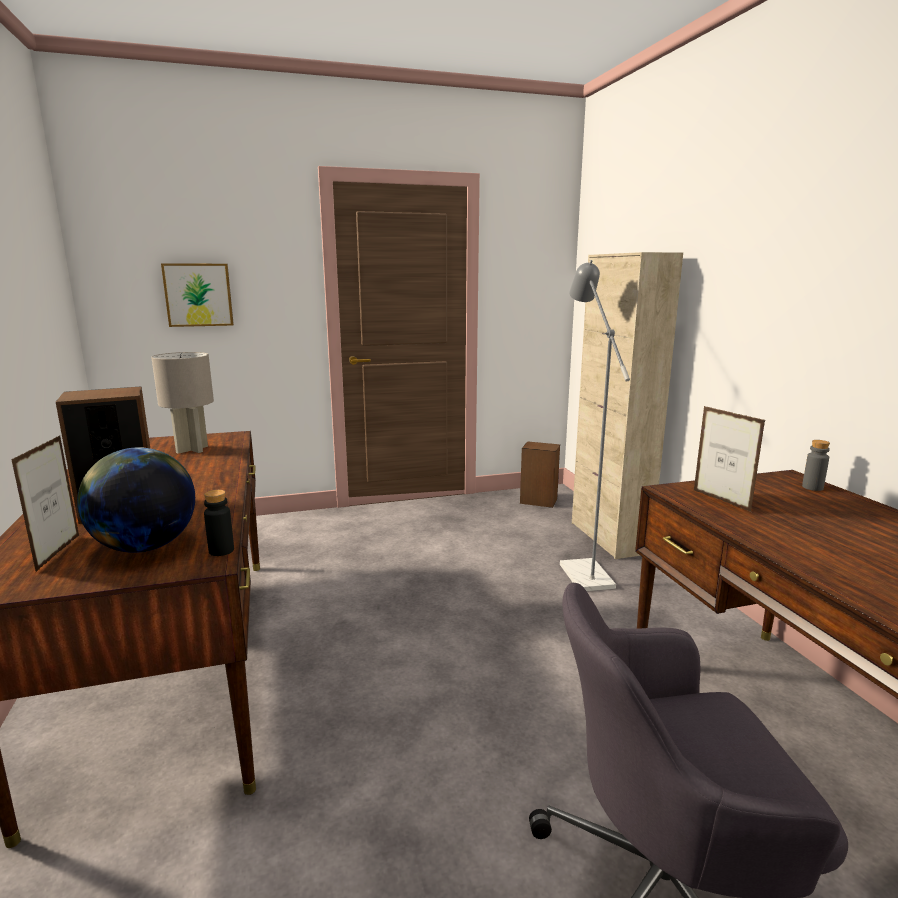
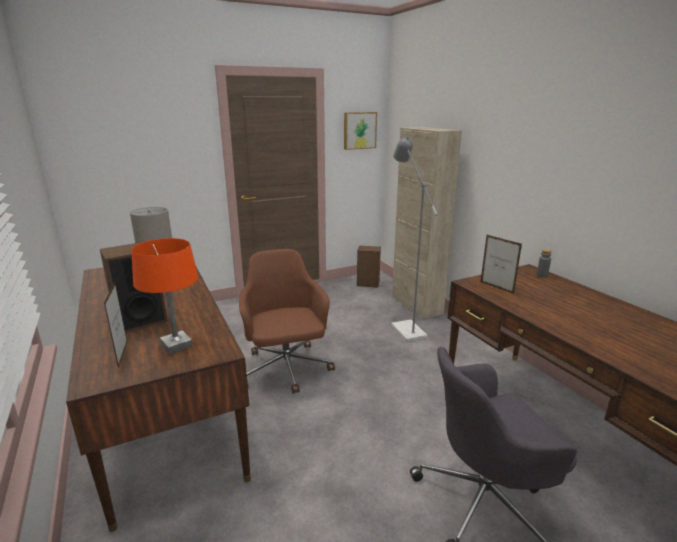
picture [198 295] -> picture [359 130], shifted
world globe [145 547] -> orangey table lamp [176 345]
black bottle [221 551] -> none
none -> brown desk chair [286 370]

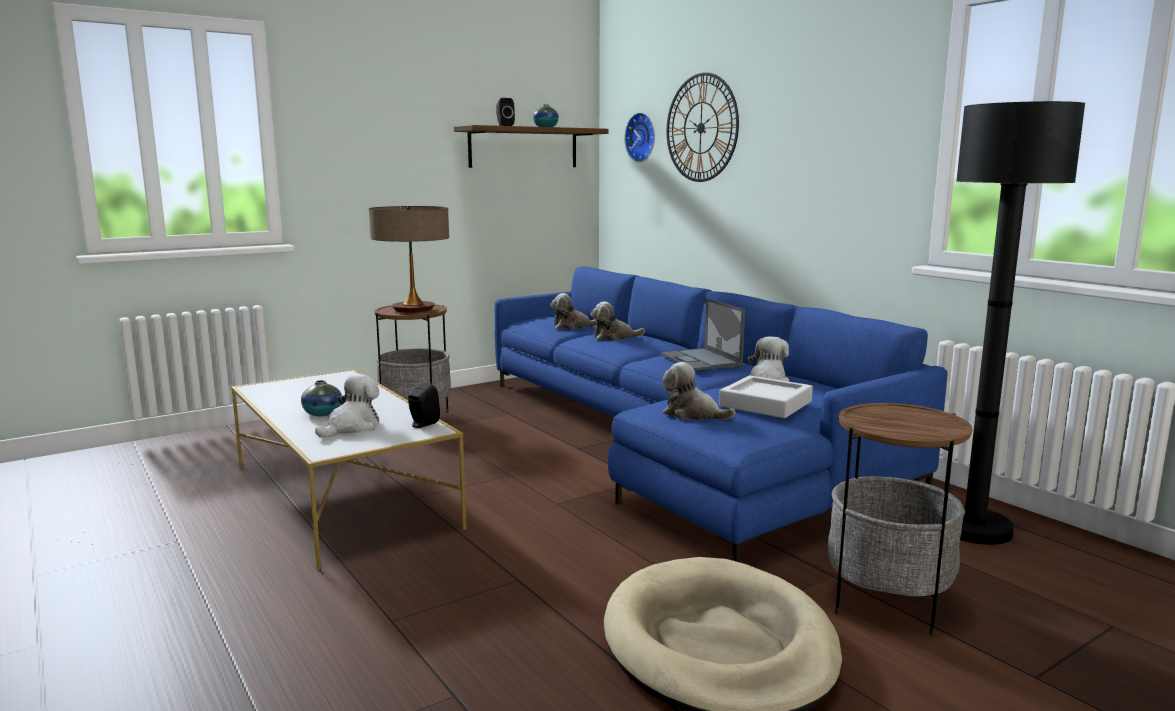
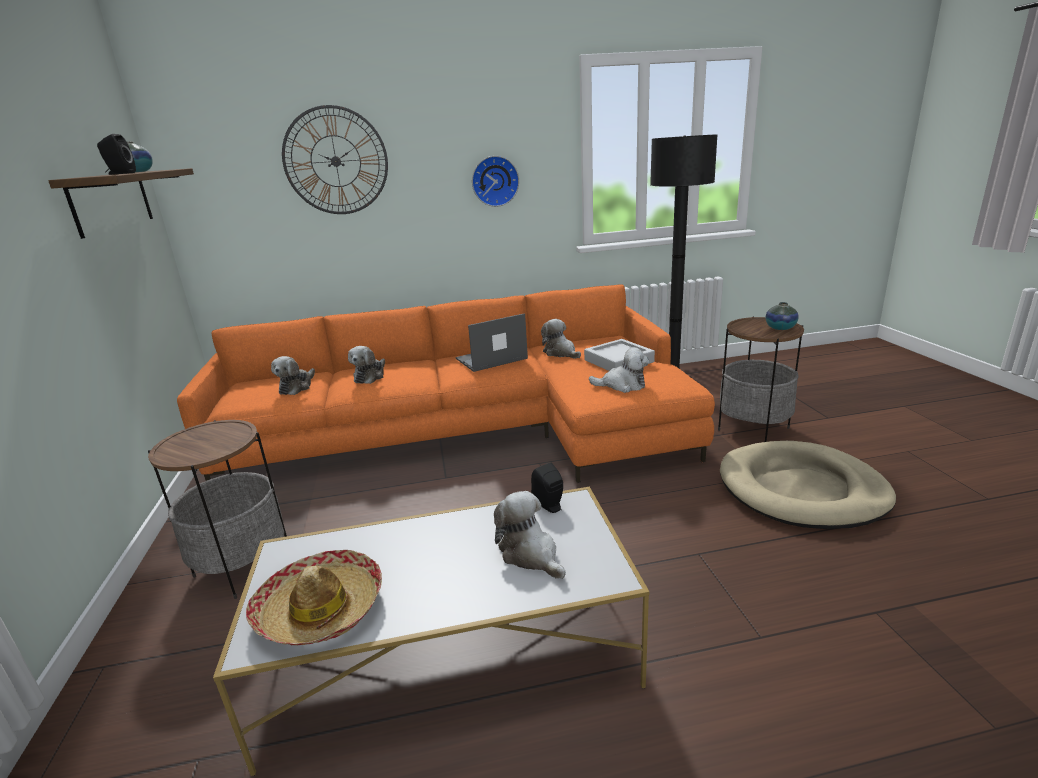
wall clock [642 137] -> wall clock [495 181], shifted
table lamp [413 309] -> none
bluish couch [676 441] -> orangey couch [472 433]
portable computer [701 360] -> portable computer [490 359], 150 degrees clockwise
soft toy [692 414] -> soft toy [622 385], 135 degrees counterclockwise
flower vase [322 414] -> flower vase [780 328], shifted
none -> wearable hat [321 608]

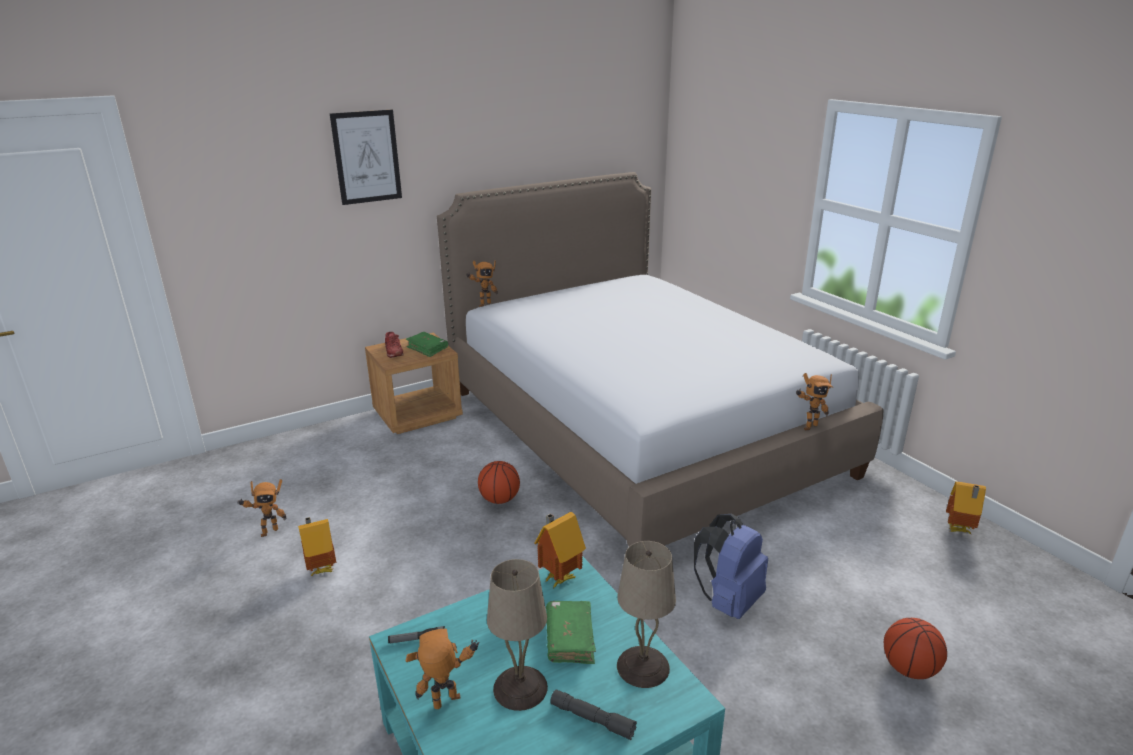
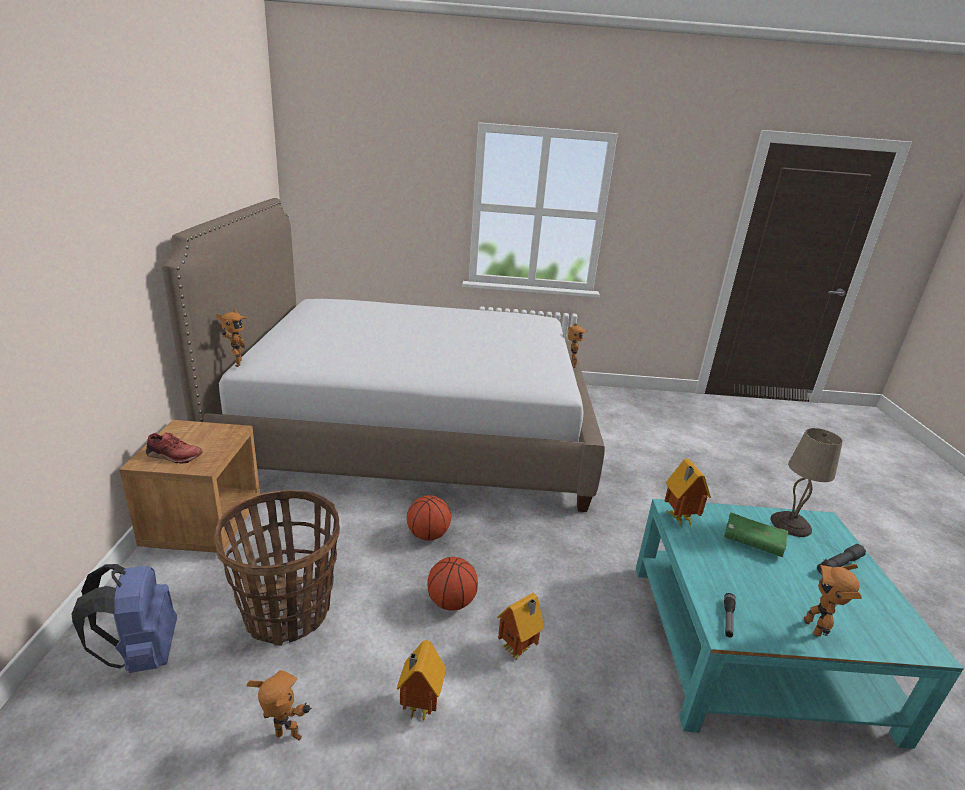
picture [367 157] -> none
green-coloured bound book [427 348] -> none
toy robot [268 531] -> toy robot [287 740], 75 degrees counterclockwise
toy house [959 530] -> toy house [518 651], shifted
bluish backpack [728 601] -> bluish backpack [142 654], shifted
beige-coloured table lamp [521 687] -> none
basketball ball [908 669] -> basketball ball [451 602], shifted
none -> basket [287 612]

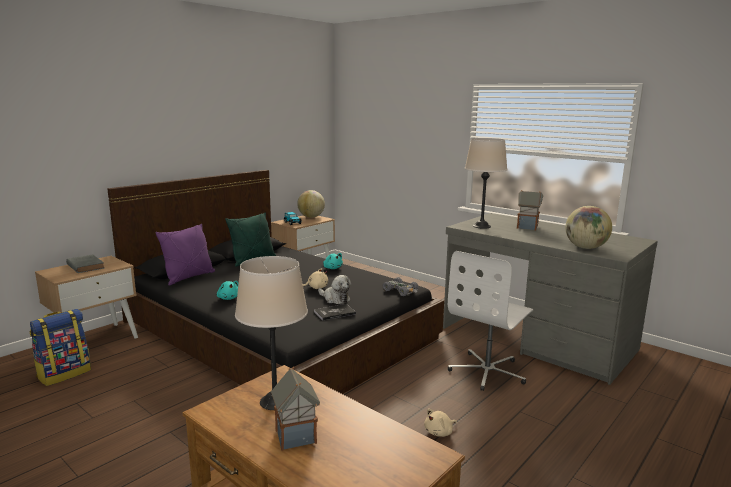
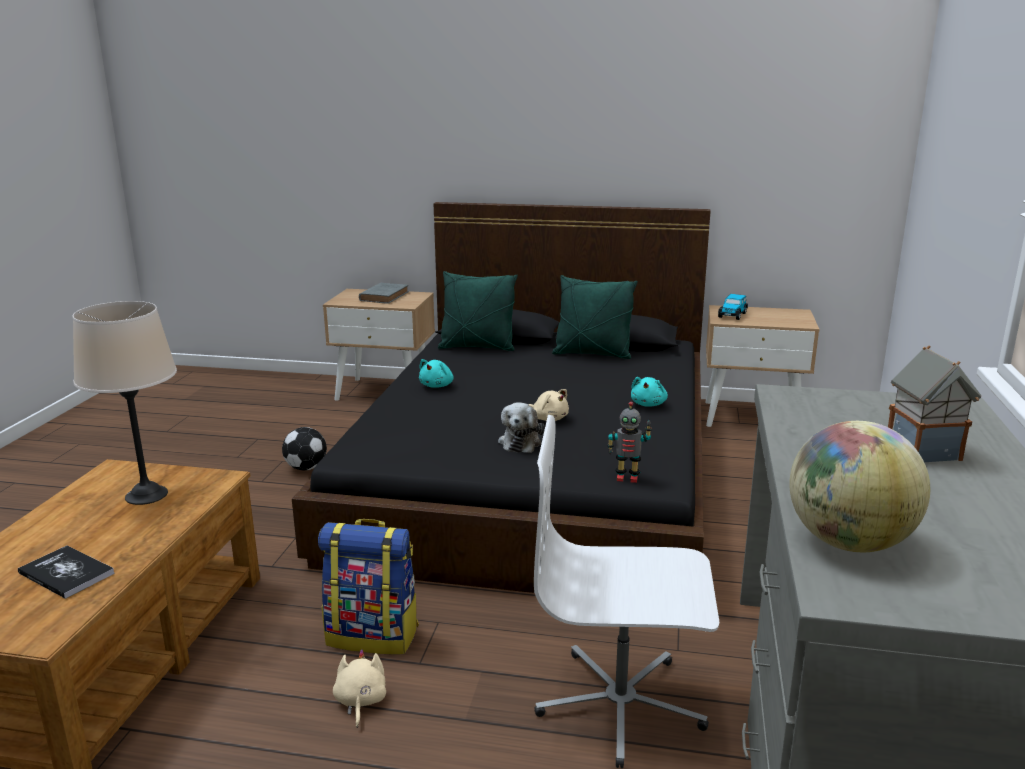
beige-coloured table lamp [481 226] -> none
world globe [311 217] -> none
purple-coloured throw pillow [189 277] -> green-coloured throw pillow [477 347]
grey miniature car [401 291] -> toy robot [627 478]
bound book [334 313] -> bound book [66 573], shifted
backpack [64 373] -> backpack [373 635], shifted
toy house [296 437] -> none
beige-coloured soft toy [439 432] -> beige-coloured soft toy [360 701], 60 degrees clockwise
none -> football [307 467]

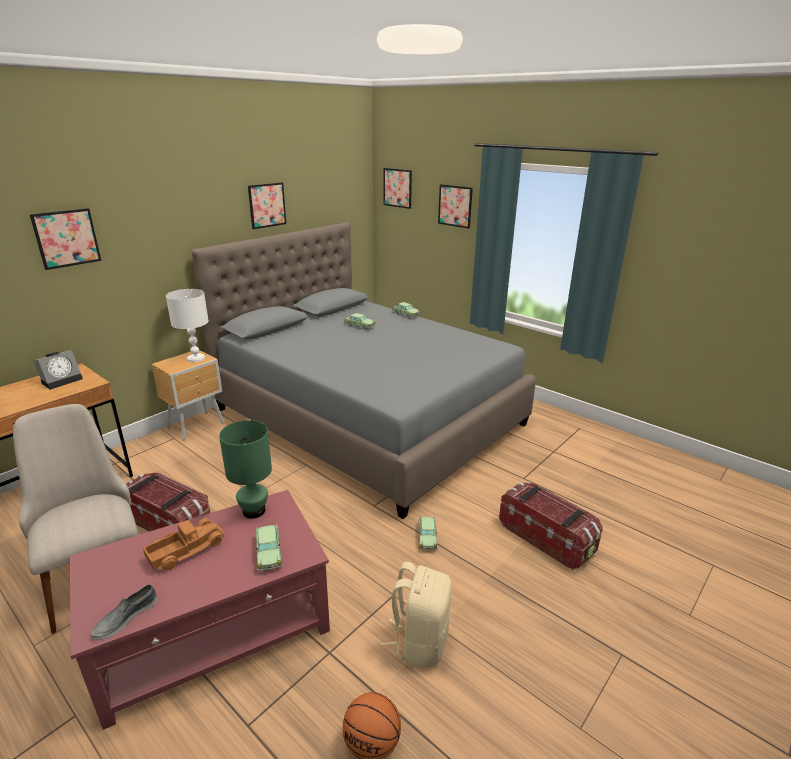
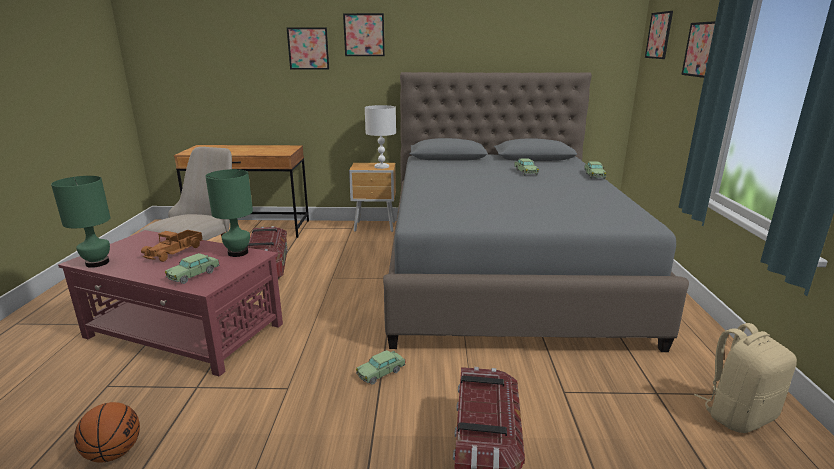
picture [267 205] -> picture [364 35], shifted
table clock [62 380] -> none
toy truck [185 549] -> toy truck [175 252], 105 degrees clockwise
beige-coloured backpack [420 641] -> beige-coloured backpack [737 414], shifted
grey item of footwear [125 617] -> green-coloured table lamp [97 263]

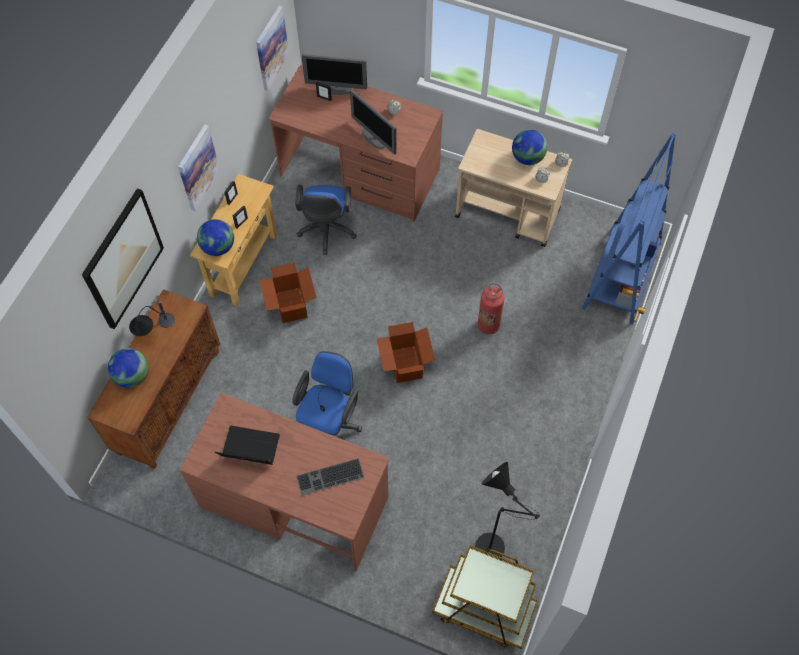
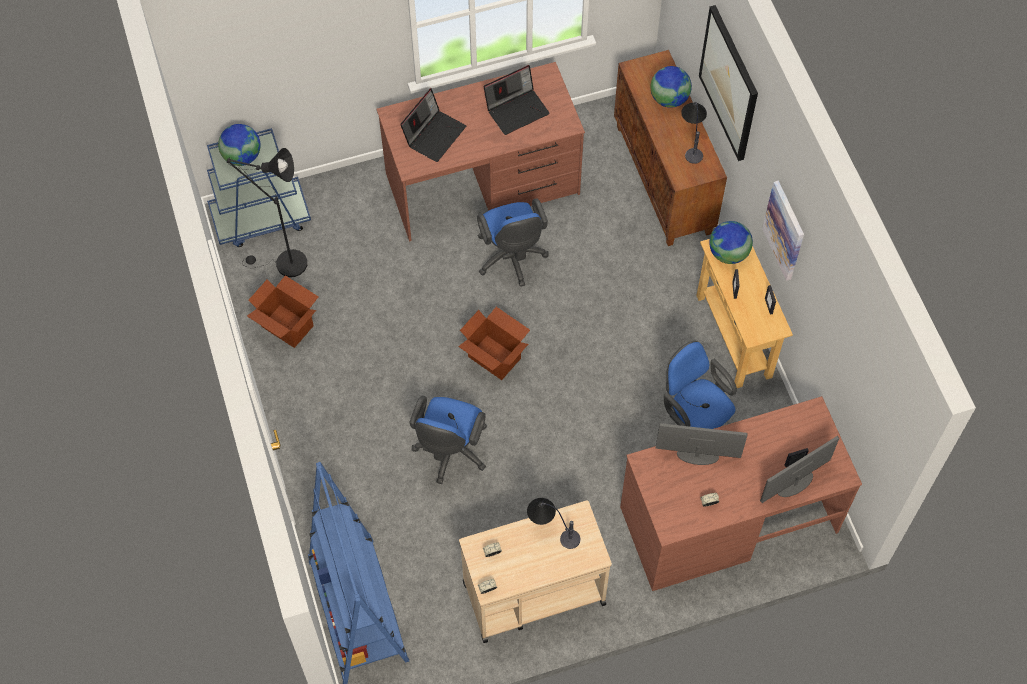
picture [271 48] -> none
world globe [527 158] -> world globe [242 156], shifted
packing box [290 305] -> packing box [287 325], shifted
extinguisher [488 325] -> bluish desk chair [450 452]
PC keyboard [330 478] -> portable computer [434 134]
brown cart [483 609] -> bluish cart [261 217]
none -> table lamp [551 530]

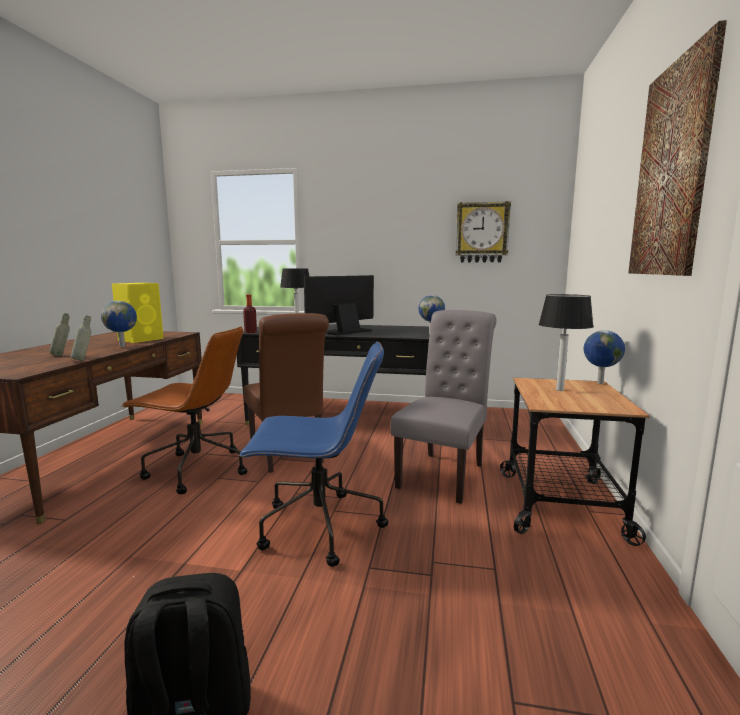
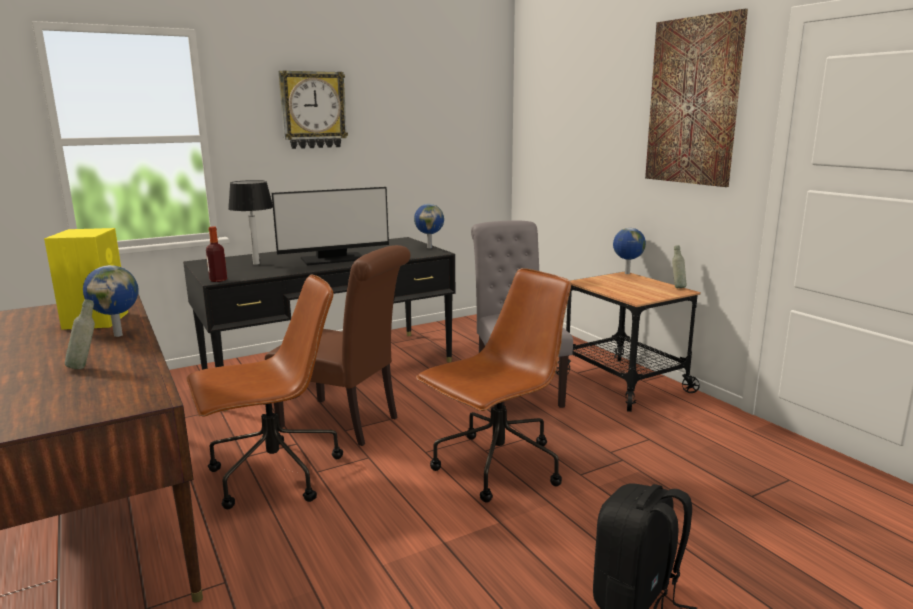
wall clock [482 232] -> wall clock [313 110], shifted
monitor [345 331] -> monitor [333 259], 120 degrees counterclockwise
table lamp [559 390] -> none
grey bottle [84 360] -> grey bottle [677 287], shifted
bluish desk chair [318 527] -> brown desk chair [497 467]

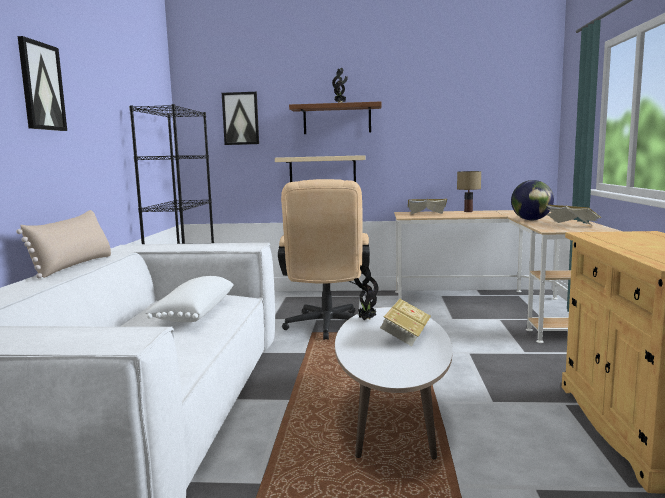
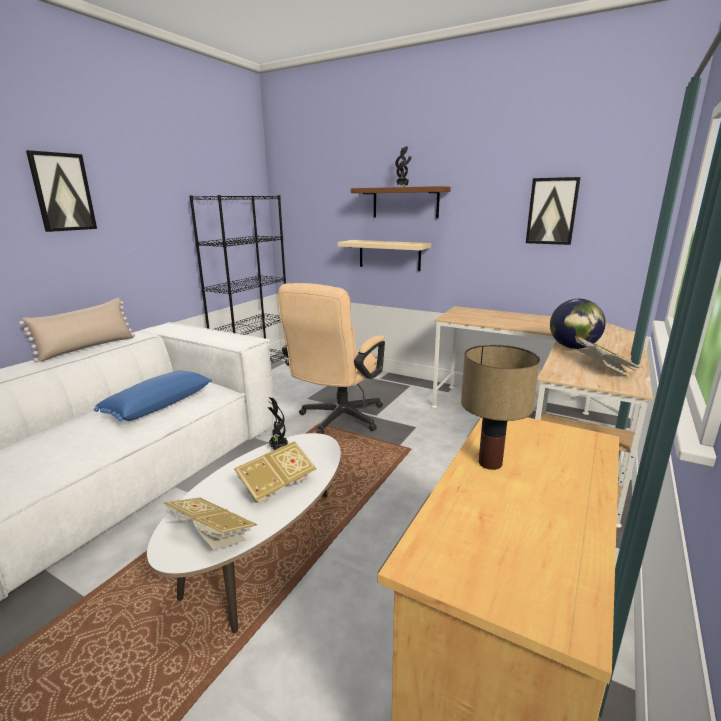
picture [240 118] -> picture [552 211], shifted
table lamp [468 211] -> table lamp [491 463], shifted
bound book [427 214] -> bound book [210 536], shifted
white throw pillow [193 313] -> bluish throw pillow [158 405]

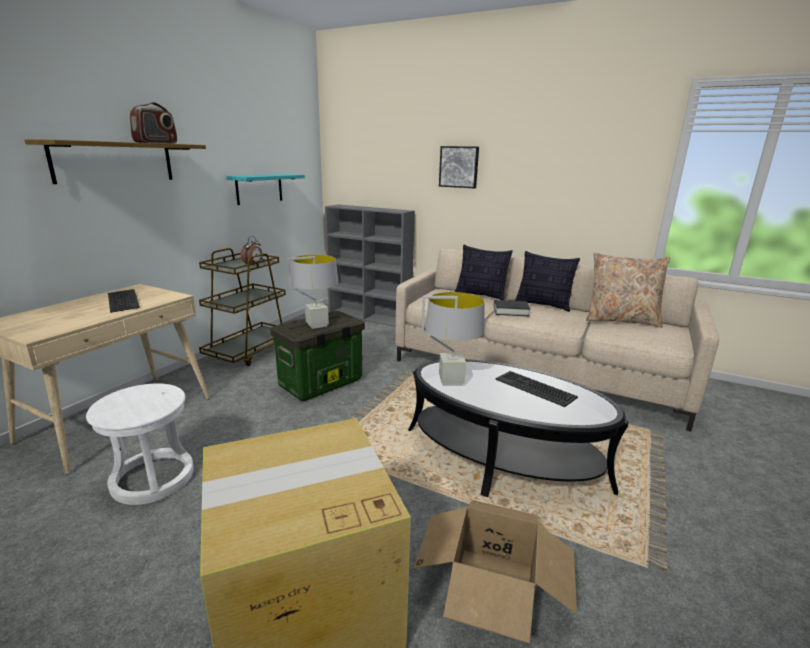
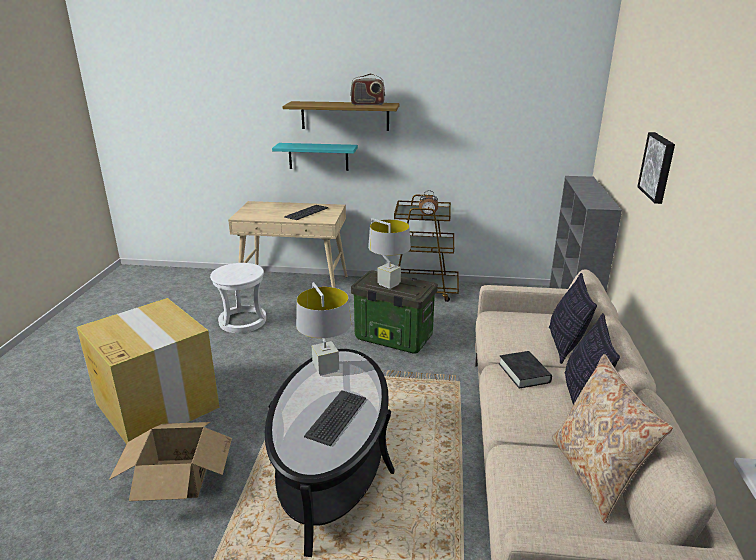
turquoise-coloured bracket shelf [259 188] -> turquoise-coloured bracket shelf [318 156], shifted

